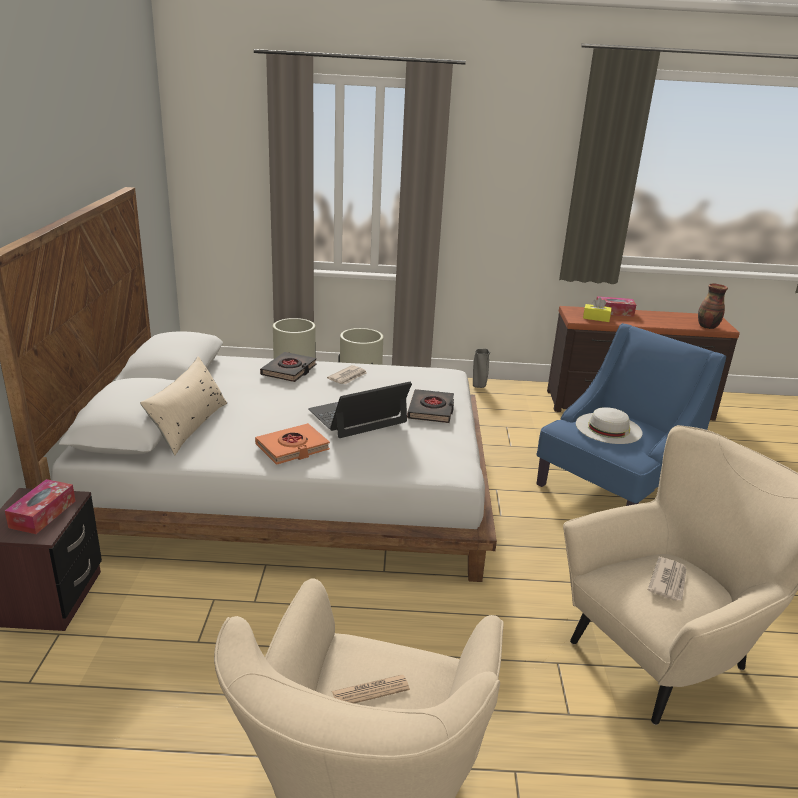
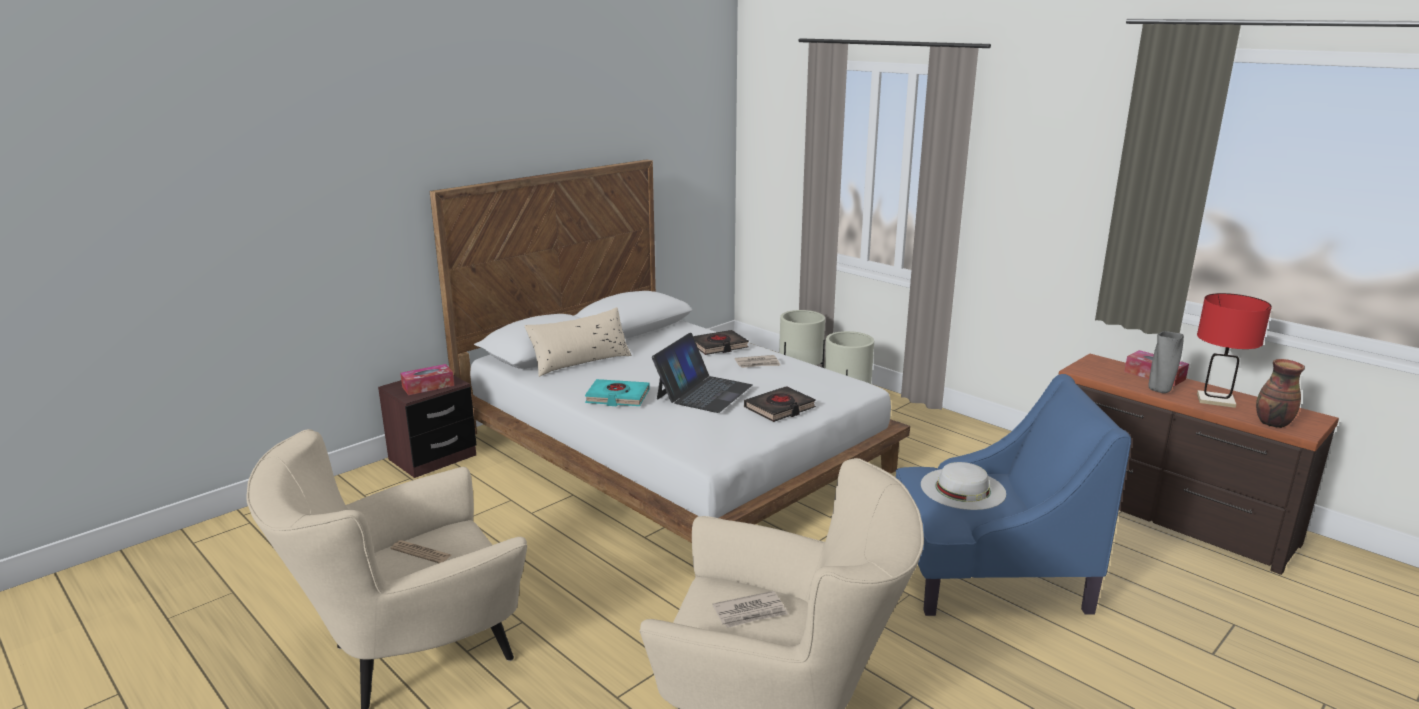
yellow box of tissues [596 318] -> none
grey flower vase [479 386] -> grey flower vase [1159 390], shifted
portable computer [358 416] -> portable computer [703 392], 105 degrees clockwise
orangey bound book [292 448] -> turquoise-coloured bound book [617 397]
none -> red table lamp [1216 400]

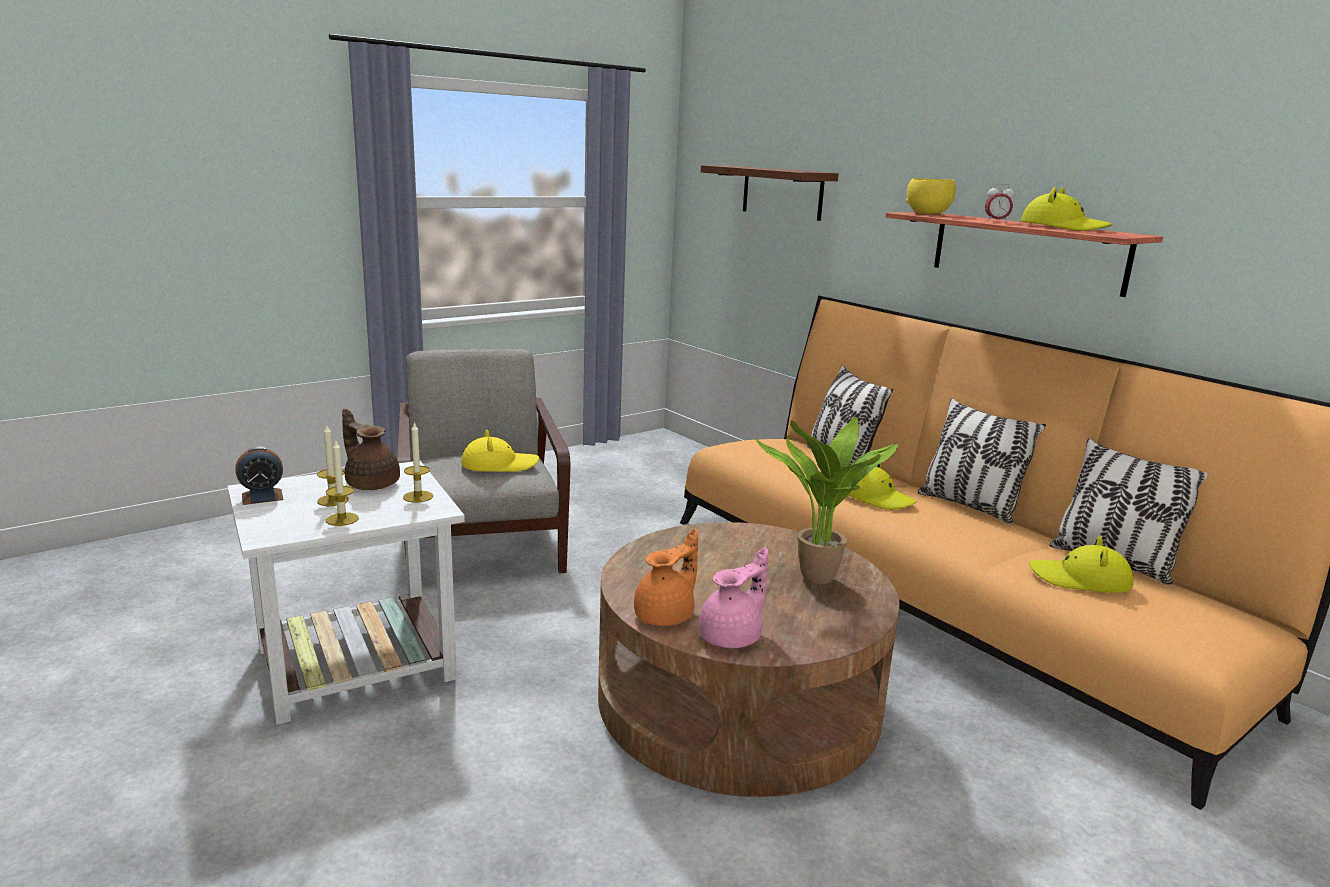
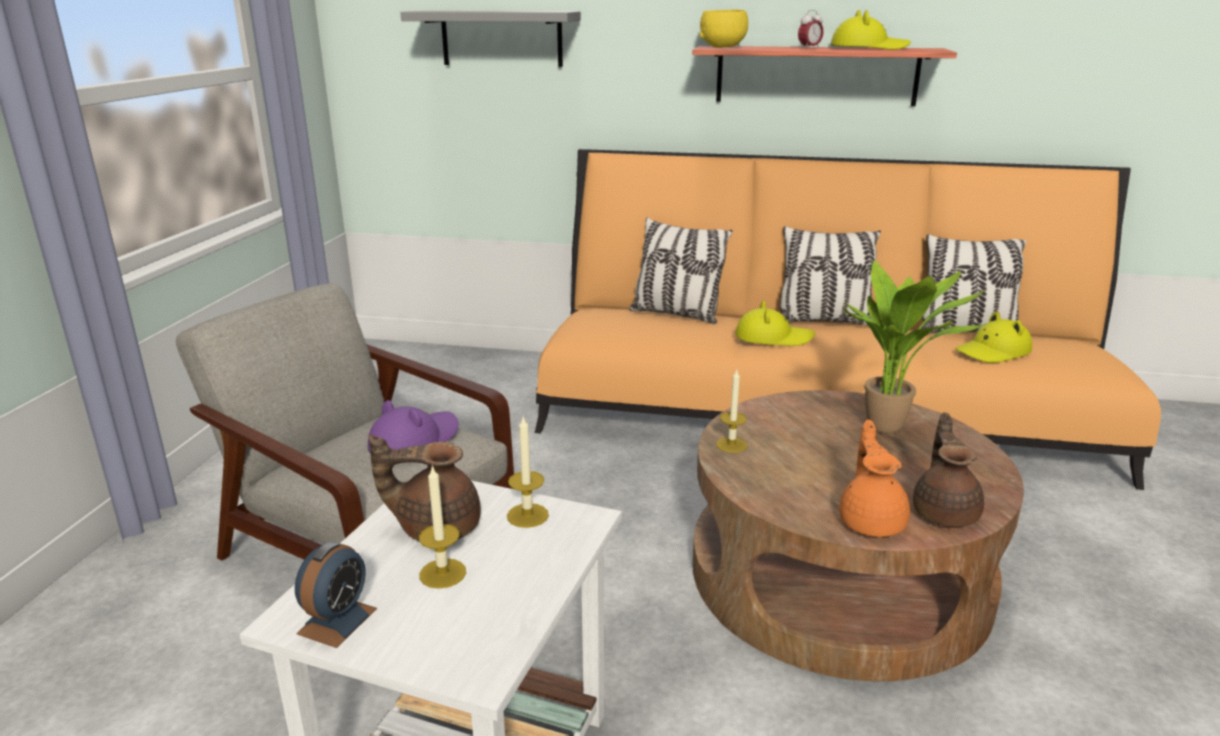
brown bracket shelf [782 192] -> grey bracket shelf [501 38]
yellow wearable hat [499 465] -> purple-coloured wearable hat [414 440]
wax light [342 519] -> wax light [731 445], shifted
pinkish pot for tea [733 637] -> brown pot for tea [944 512]

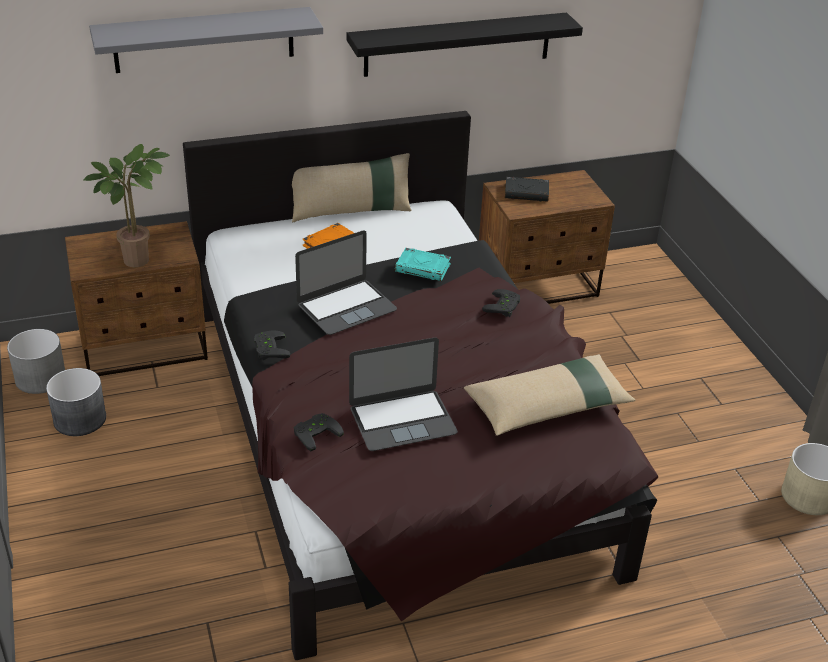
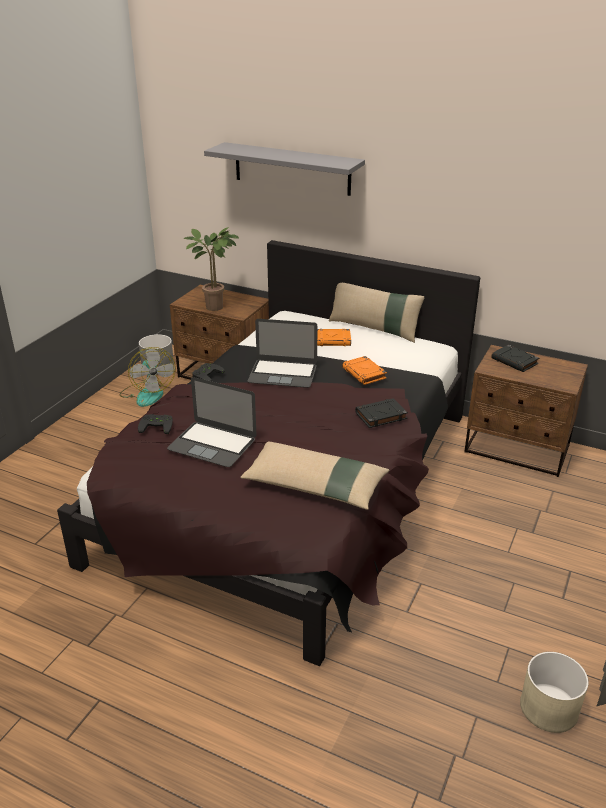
black bracket shelf [458 44] -> none
turquoise-coloured bound book [423 268] -> orangey bound book [364 373]
black gamepad [504 307] -> black bound book [380 416]
grey plant pot [80 419] -> electric fan [147 393]

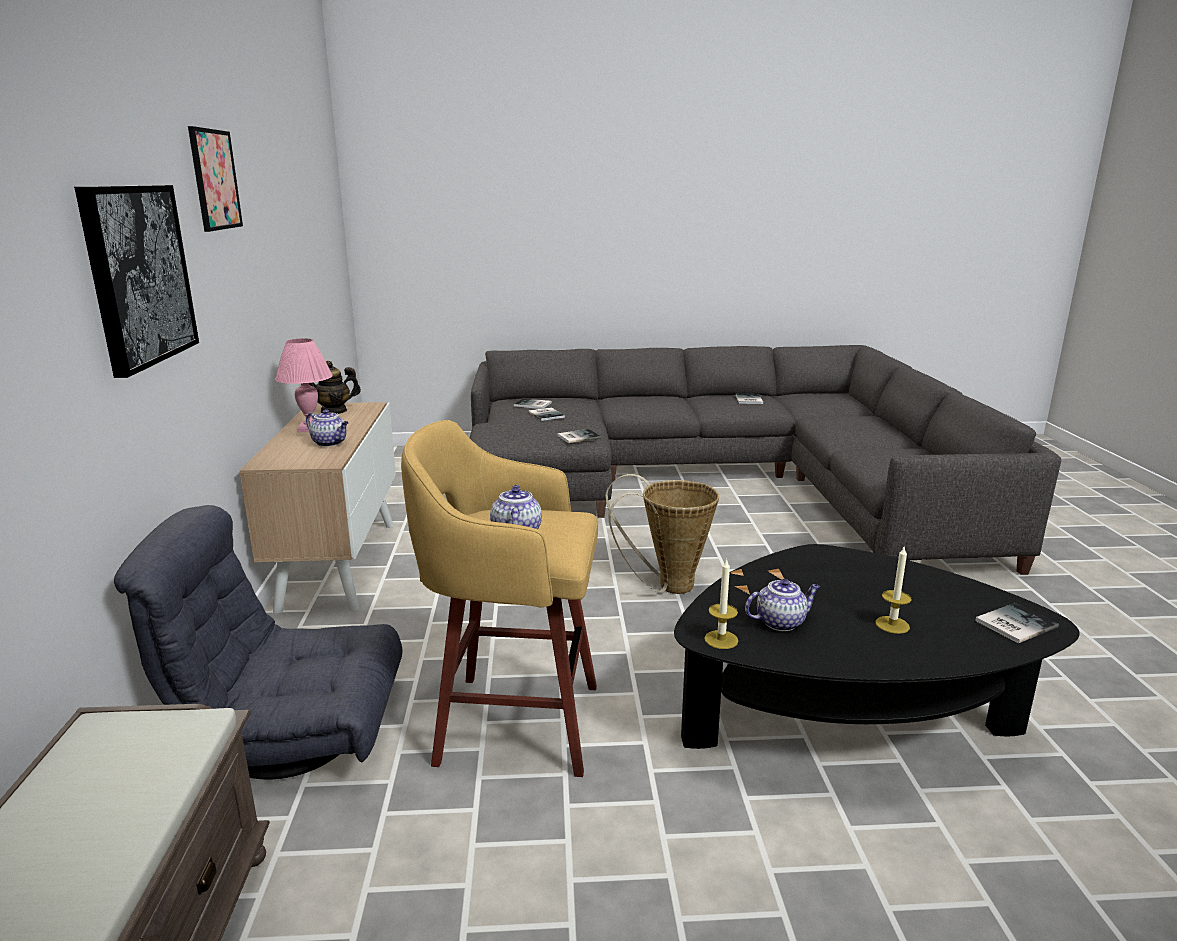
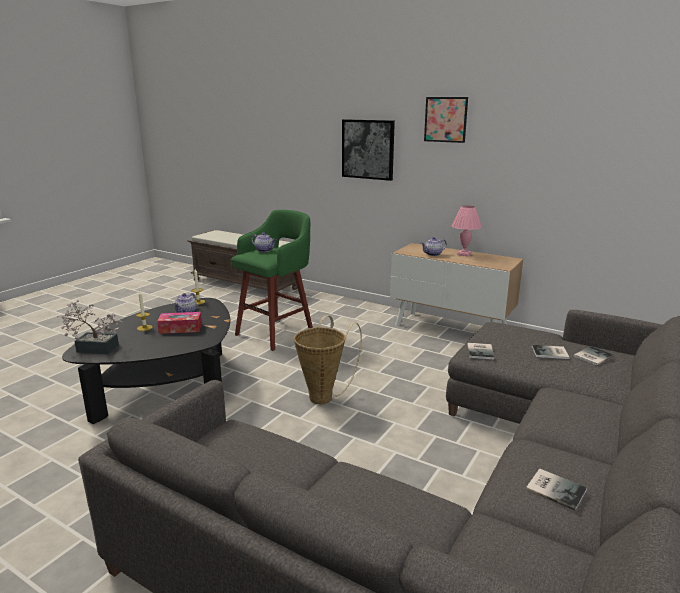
pot for tea [334 411] -> none
yellow stool [513 722] -> green-coloured stool [276 333]
grey armchair [293 734] -> none
bound book [1013 623] -> potted plant [93 348]
none -> box of tissues [180 328]

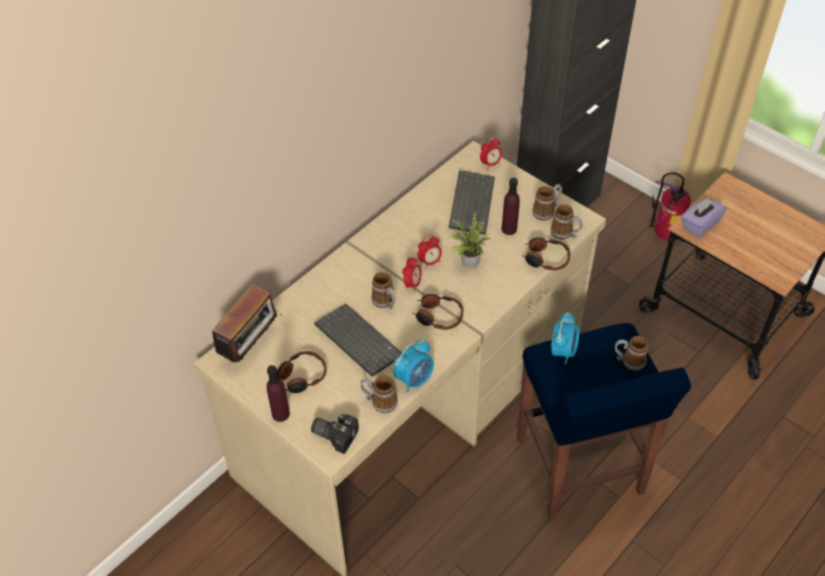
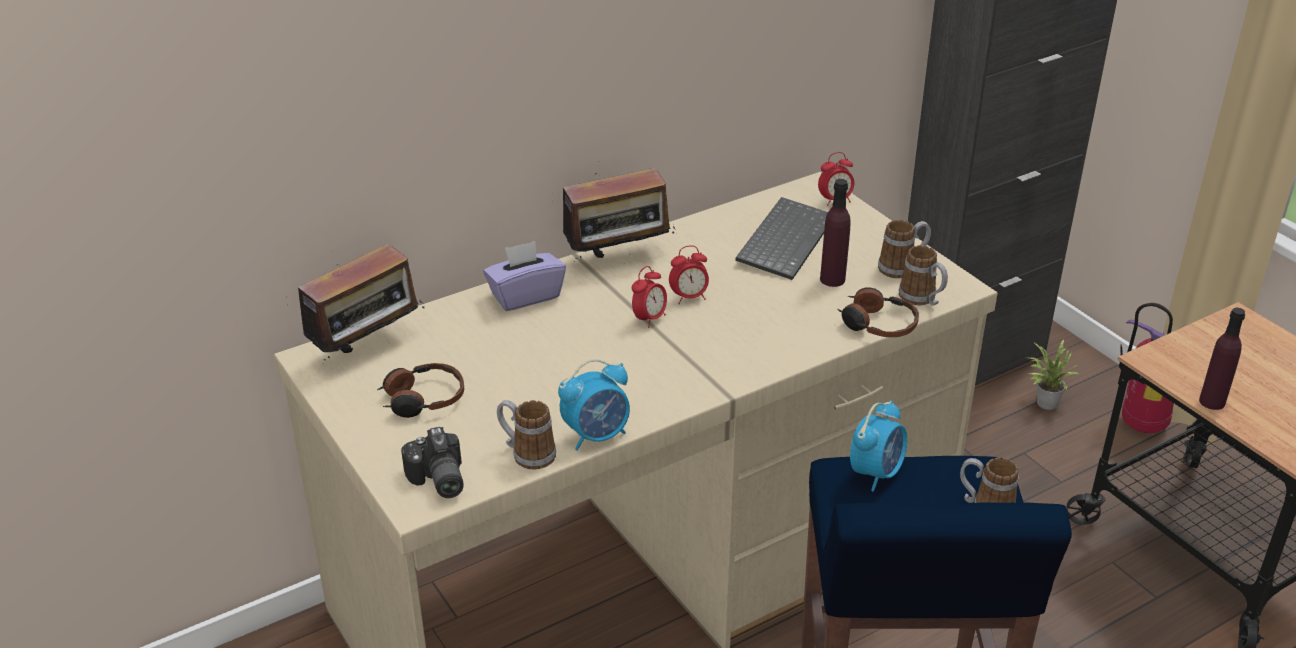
purple-coloured box of tissues [700 225] -> purple-coloured box of tissues [525 296], shifted
potted plant [467 262] -> potted plant [1044 402], shifted
coffee mug [385 303] -> none
headset [438 316] -> none
PC keyboard [356 341] -> none
purple-coloured bottle [280 414] -> purple-coloured bottle [1212 402], shifted
still camera [335 434] -> still camera [437 480], 150 degrees counterclockwise
none -> radio receiver [618 258]

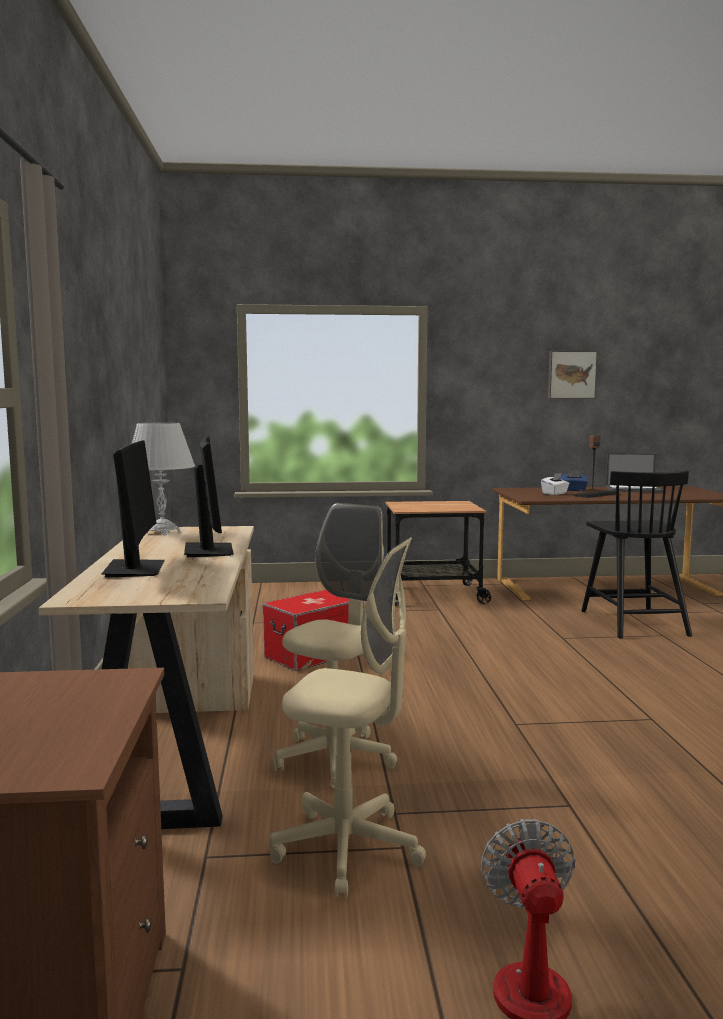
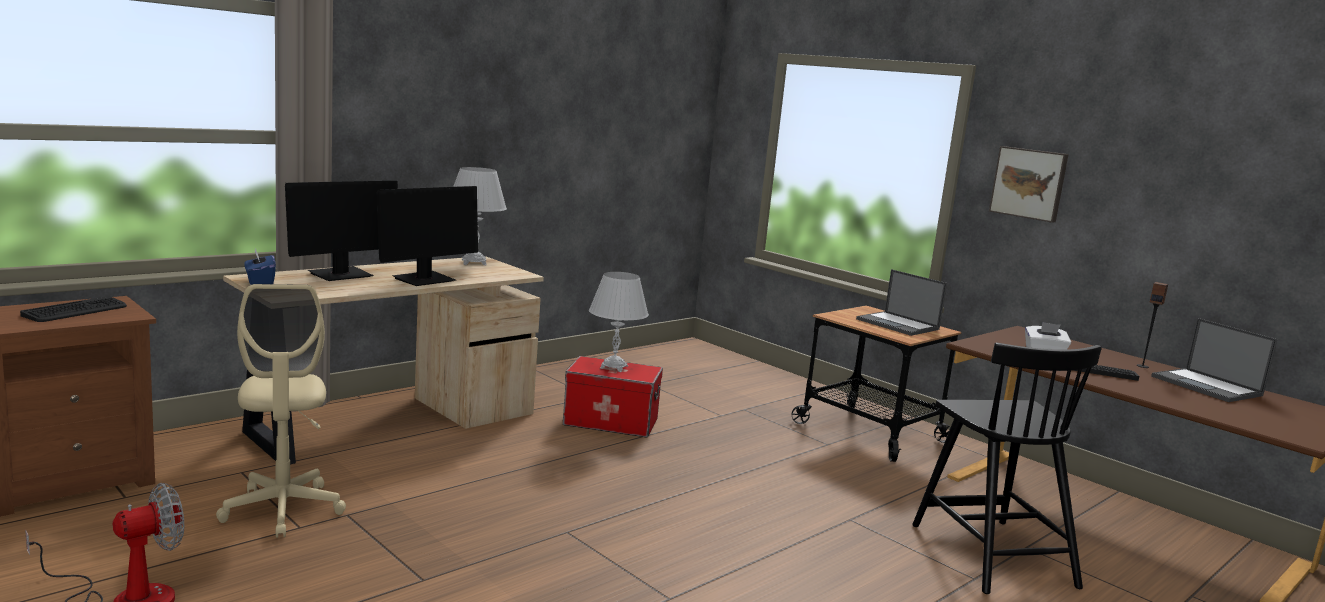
picture [571 375] -> picture [1029 183], shifted
bluish box of tissues [573 490] -> bluish box of tissues [260 282], shifted
black chair [633 622] -> black chair [991 553], 60 degrees counterclockwise
beige-coloured desk chair [334 759] -> none
none -> portable computer [898 324]
none -> white table lamp [614 367]
none -> PC keyboard [76 311]

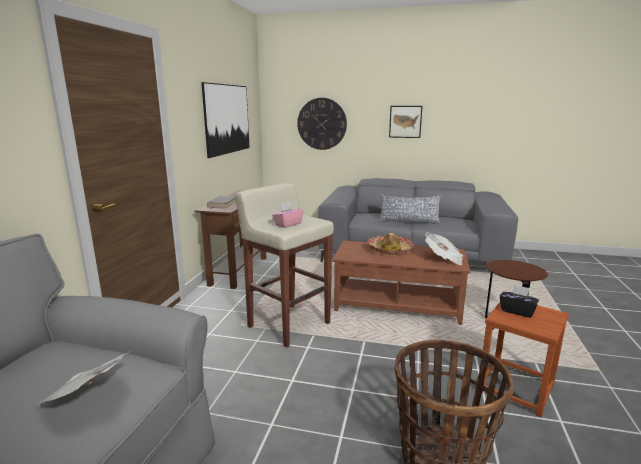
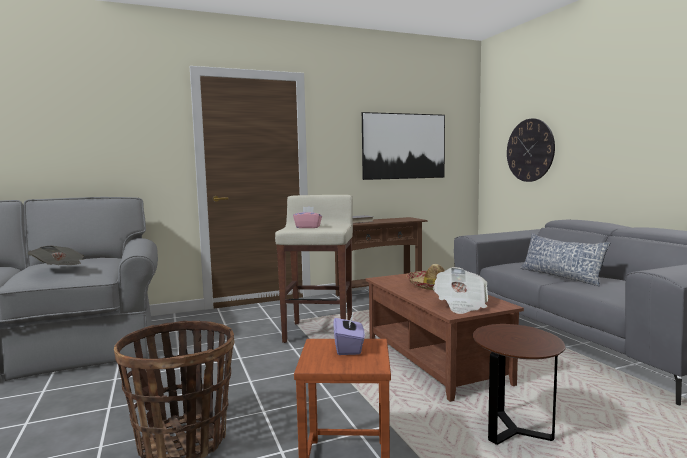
picture [405 121] -> none
black box of tissues [517 311] -> purple-coloured box of tissues [349 348]

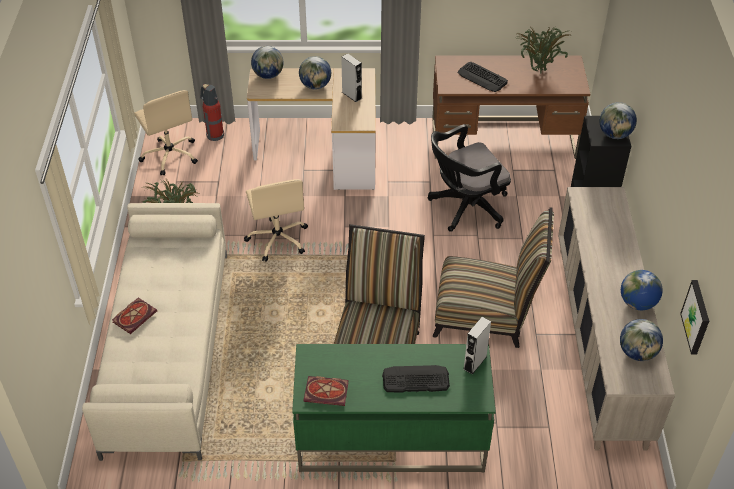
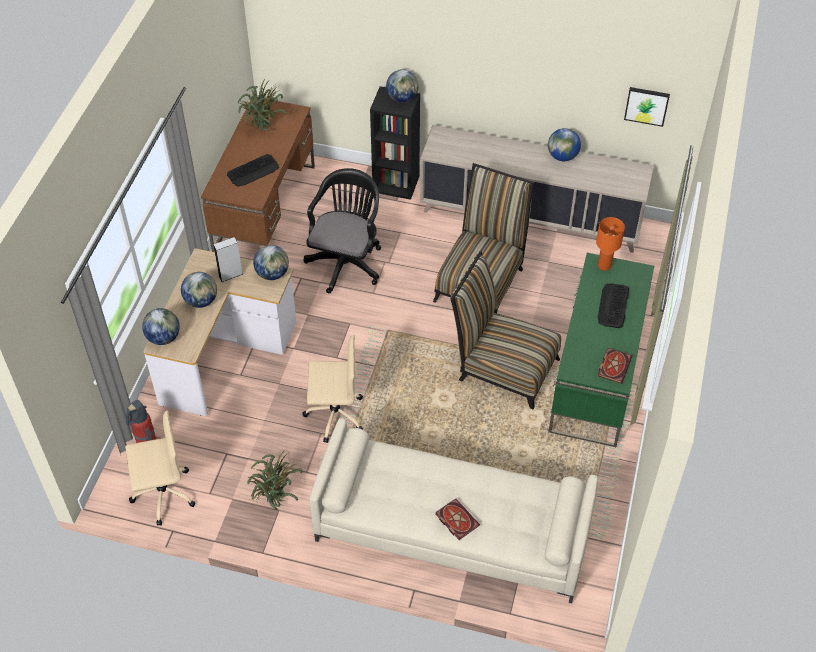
black desk chair [465 208] -> black desk chair [346 261], 150 degrees counterclockwise
grey audio speaker [475 363] -> orangey table lamp [604 265]
world globe [637 353] -> world globe [272 274], shifted

